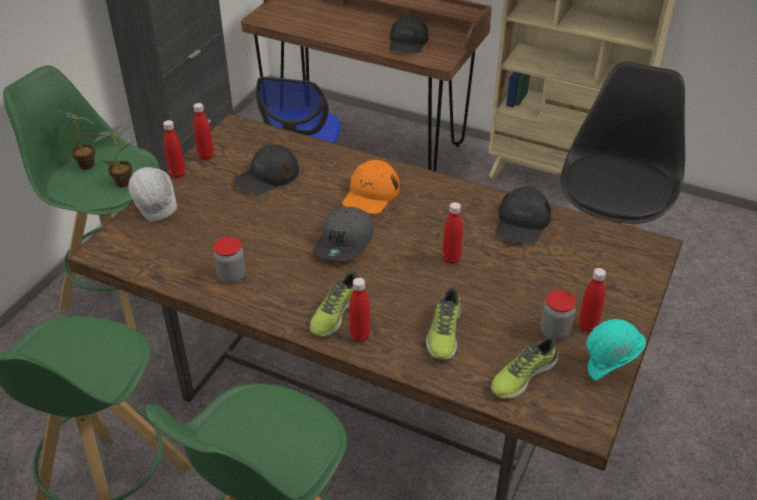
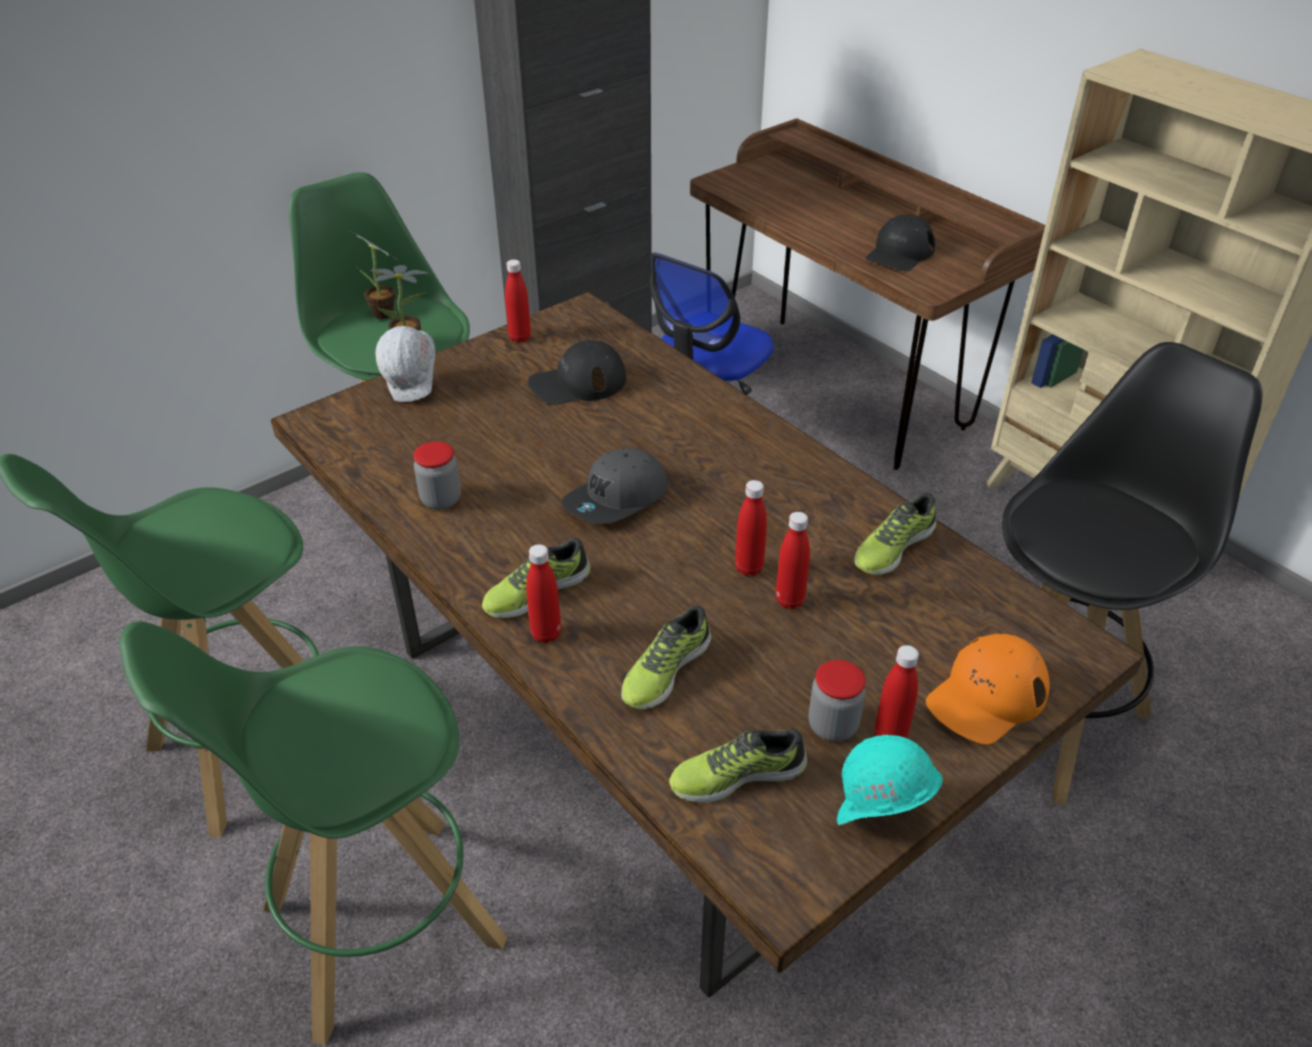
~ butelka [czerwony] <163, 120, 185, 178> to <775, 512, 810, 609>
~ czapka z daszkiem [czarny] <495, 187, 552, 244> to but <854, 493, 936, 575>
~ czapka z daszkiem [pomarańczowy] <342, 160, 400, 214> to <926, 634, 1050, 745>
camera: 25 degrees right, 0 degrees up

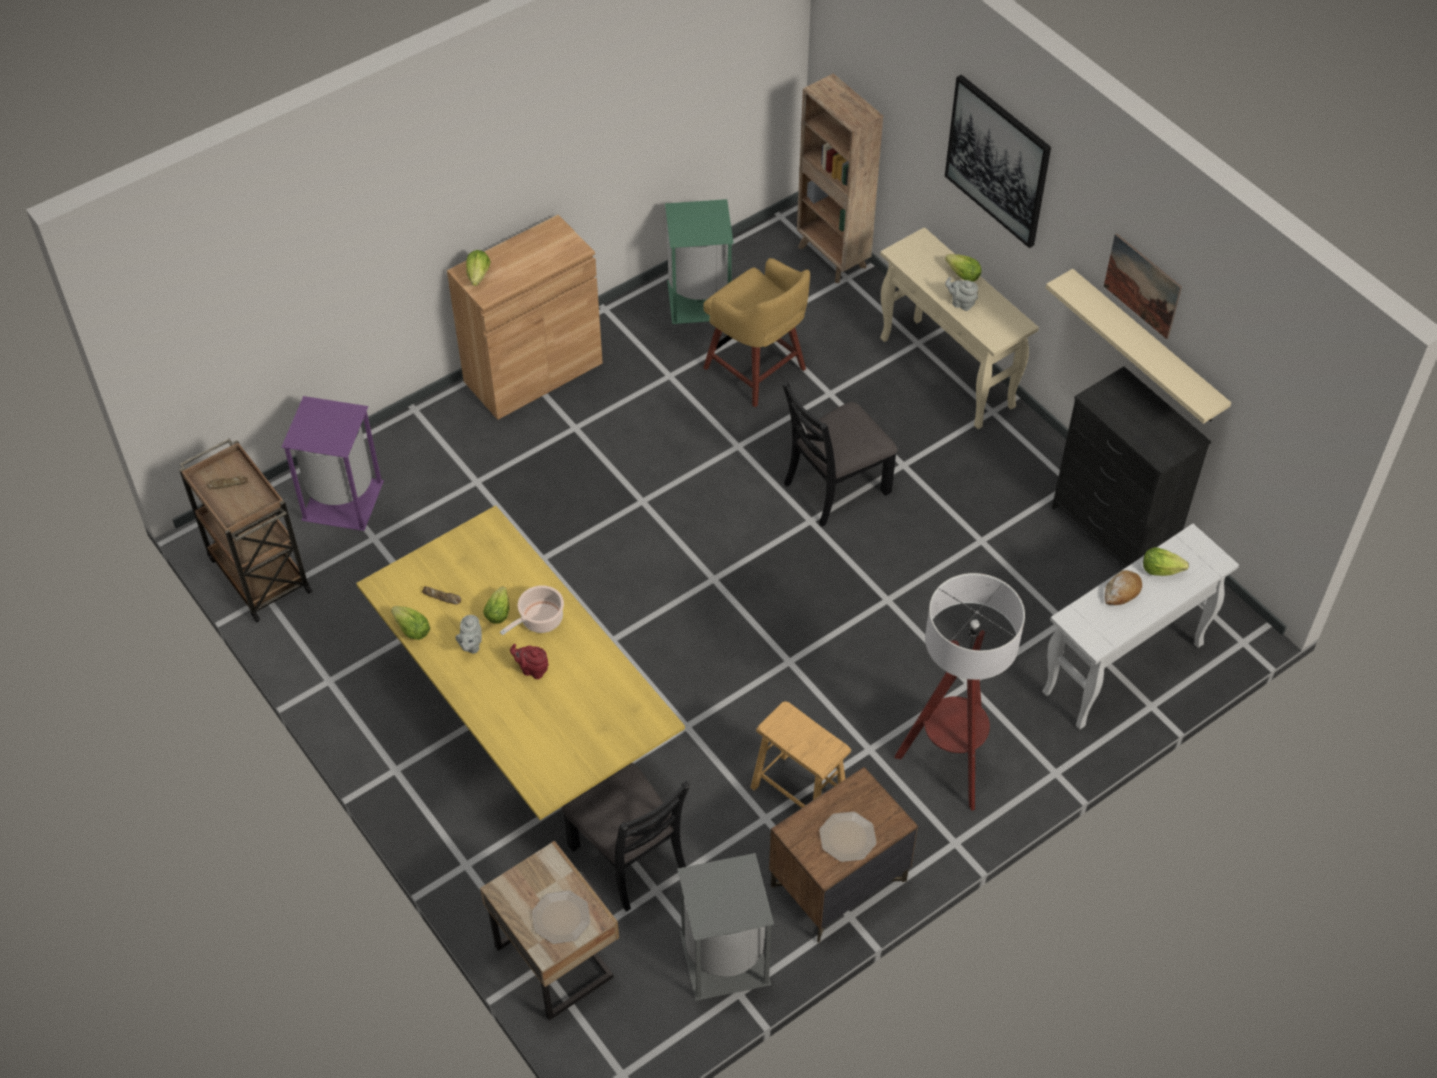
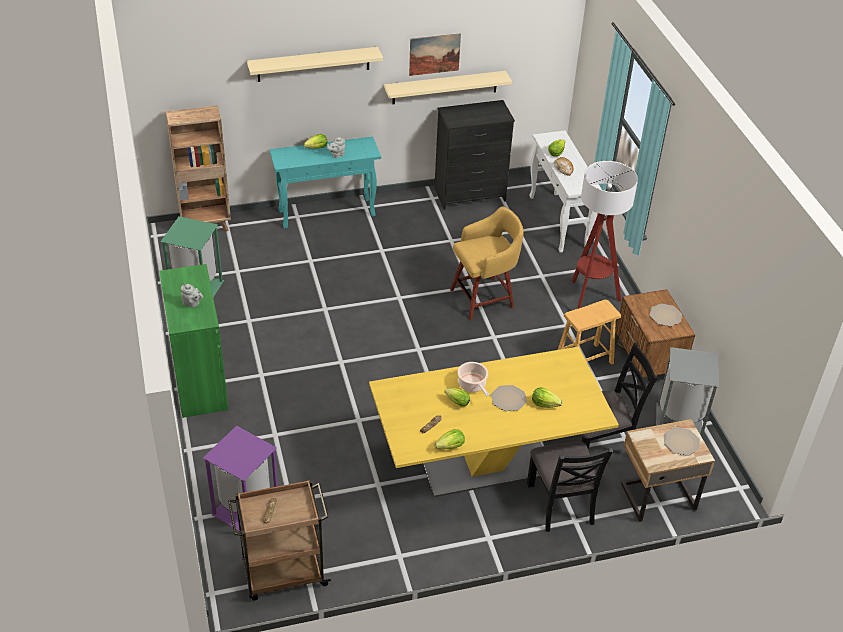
~ szafka [brązowy] <447, 215, 603, 420> to szafka [zielony] <159, 264, 229, 418>
~ imbryk [szary] <455, 615, 482, 654> to <181, 283, 203, 308>
~ obraz <945, 74, 1051, 248> to półka [beżowy] <247, 47, 383, 82>
~ stolik konsolowy [beżowy] <880, 227, 1039, 429> to stolik konsolowy [turkusowy] <269, 137, 381, 229>
~ stołek [żółty] <703, 258, 810, 407> to <450, 207, 523, 320>
~ imbryk [czerwony] <510, 644, 548, 679> to talerz <491, 385, 527, 411>
~ krzesło [czarny] <782, 381, 898, 527> to <527, 442, 613, 532>
~ sałata <466, 250, 491, 286> to <532, 387, 562, 408>
camera: 70 degrees left, 10 degrees down

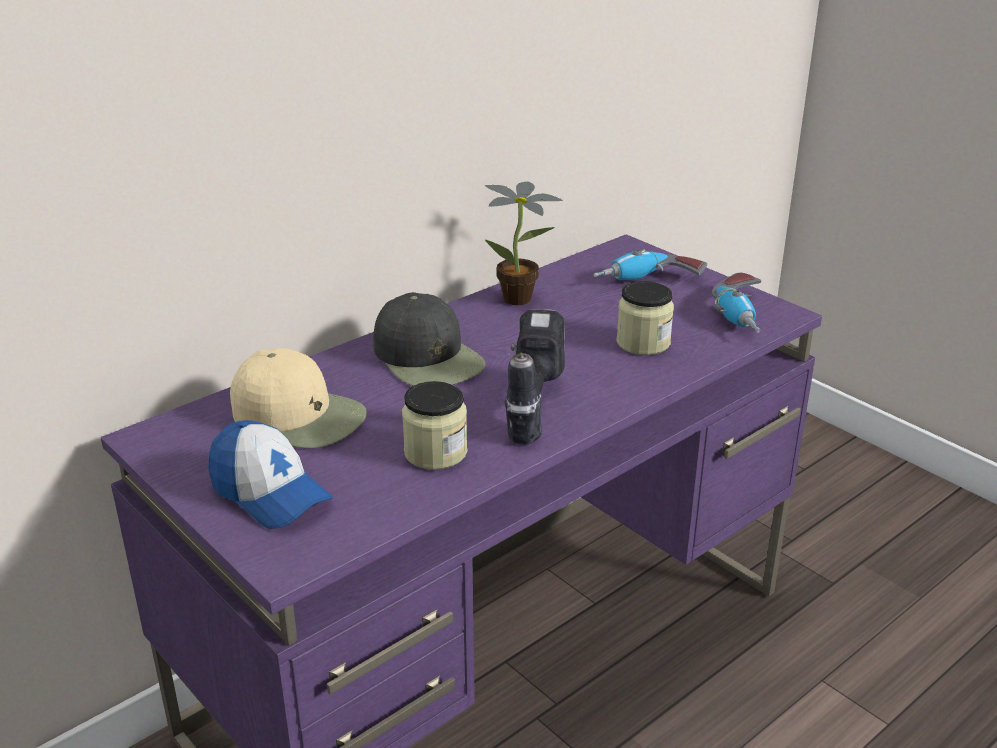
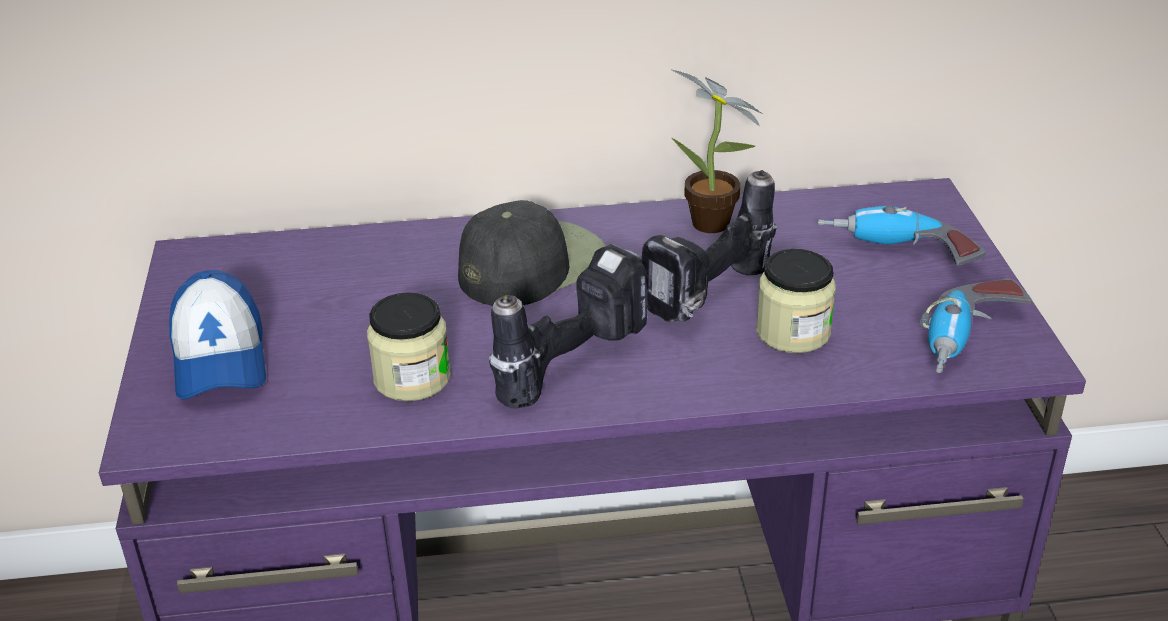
~ czapka z daszkiem [czarny] <373, 292, 486, 386> = <458, 200, 606, 306> 135 degrees counterclockwise
+ wiertarka <641, 170, 777, 323>
- czapka z daszkiem [beżowy] <230, 348, 367, 448>
camera: 35 degrees right, 5 degrees up

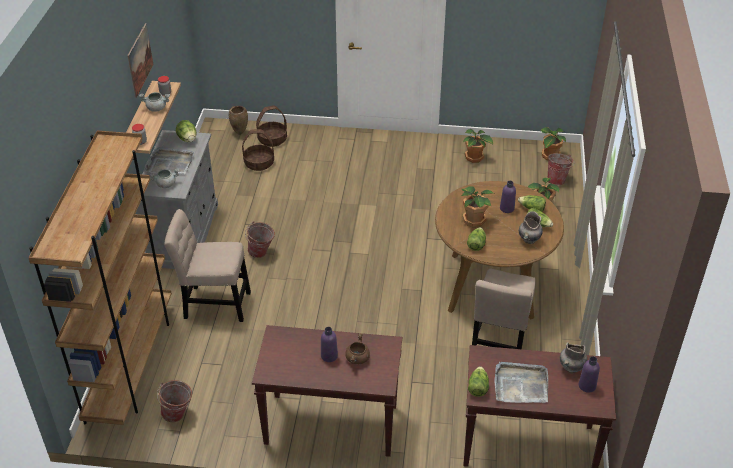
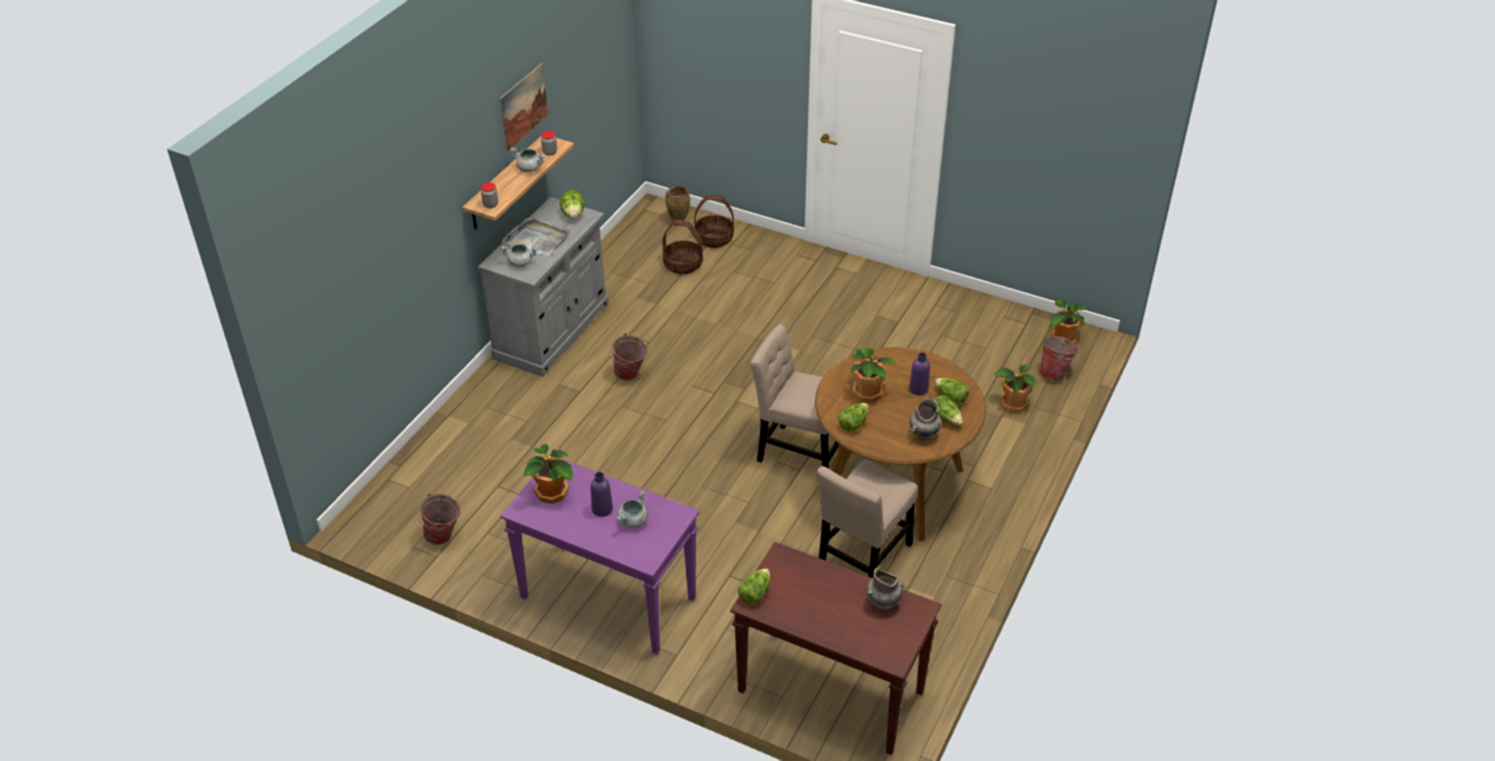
~ stolik konsolowy [brązowy] <252, 325, 402, 457> to stolik konsolowy [fioletowy] <500, 459, 700, 654>
~ roślina doniczkowa <463, 129, 493, 163> to <524, 444, 573, 504>
~ garnek [brązowy] <345, 333, 370, 364> to garnek [szary] <615, 490, 648, 528>
~ krzesło [beżowy] <164, 209, 251, 322> to <750, 324, 839, 469>
- regał [brązowy] <28, 131, 172, 425>
- taca [szary] <494, 362, 548, 403>
- butelka [fioletowy] <579, 356, 600, 393>
camera: 20 degrees right, 0 degrees up

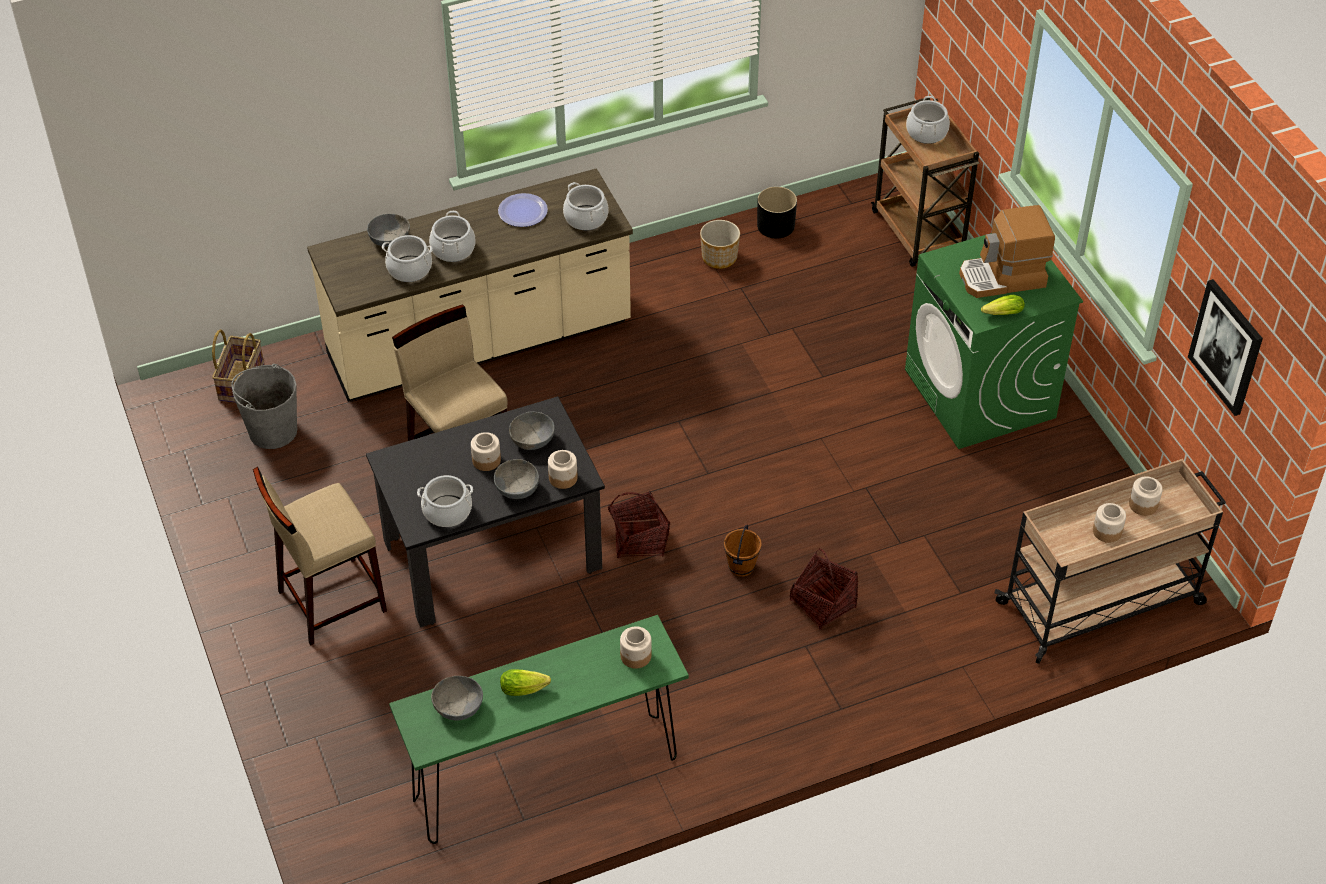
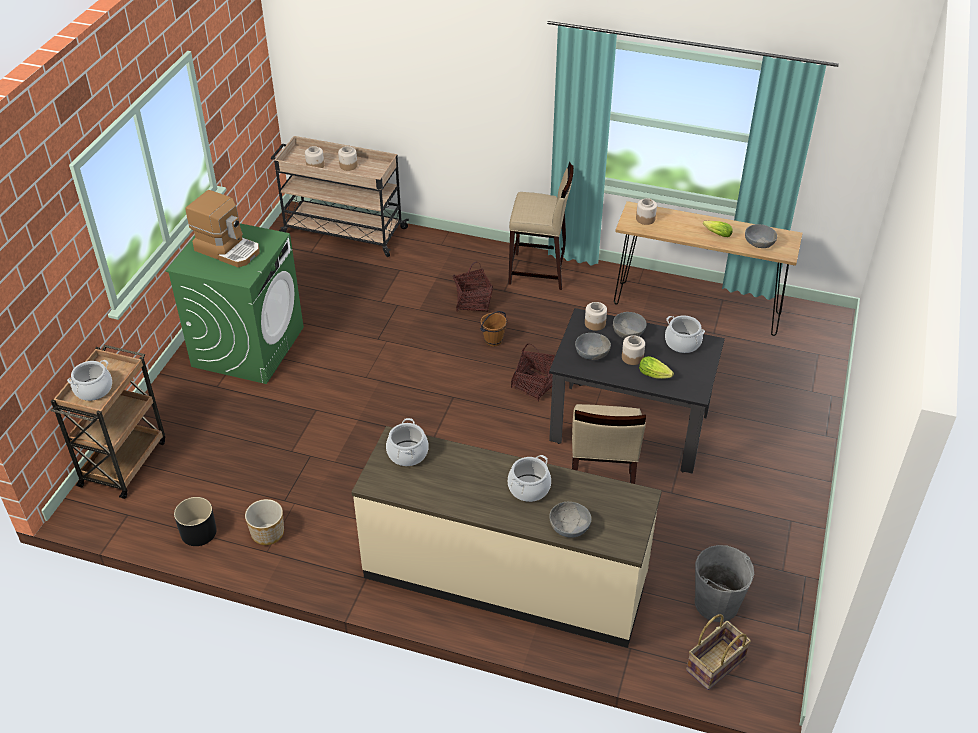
~ stołek [beżowy] <253, 467, 387, 646> to <508, 162, 574, 290>
~ stolik konsolowy [zielony] <389, 615, 689, 844> to stolik konsolowy [brązowy] <614, 201, 803, 336>
~ sałata <981, 295, 1025, 315> to <639, 356, 674, 379>
- garnek <382, 235, 433, 282>
- talerz <498, 193, 548, 227>
- obraz <1188, 279, 1263, 416>
camera: 140 degrees left, 5 degrees down

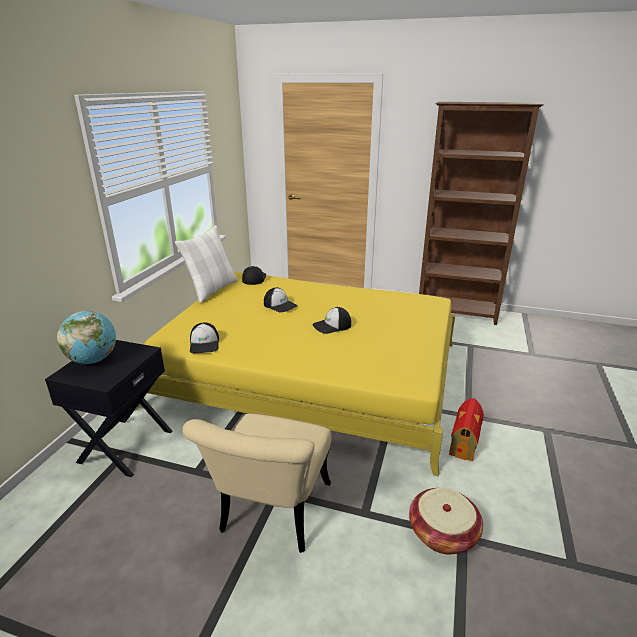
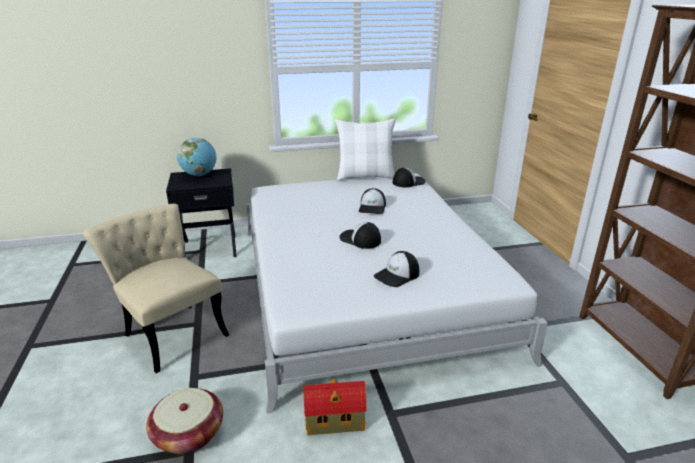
~ krzesło [beżowy] <182, 413, 331, 553> = <83, 204, 229, 373> 60 degrees clockwise
~ łóżko [żółty] <134, 272, 455, 476> to łóżko [biały] <246, 173, 548, 413>
~ czapka z daszkiem <190, 323, 219, 353> to <374, 251, 419, 287>
camera: 60 degrees right, 0 degrees up

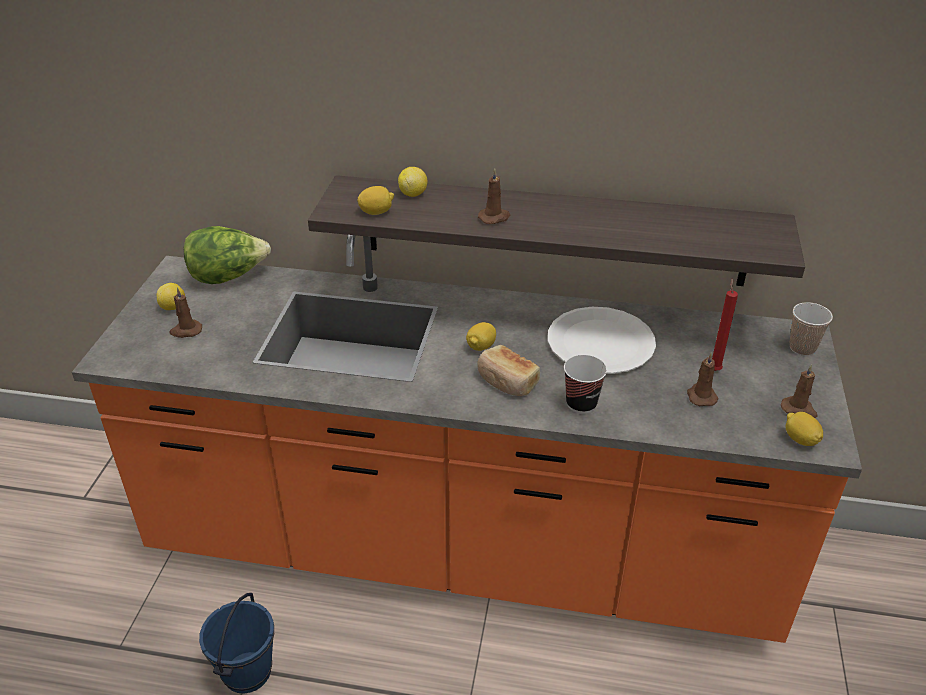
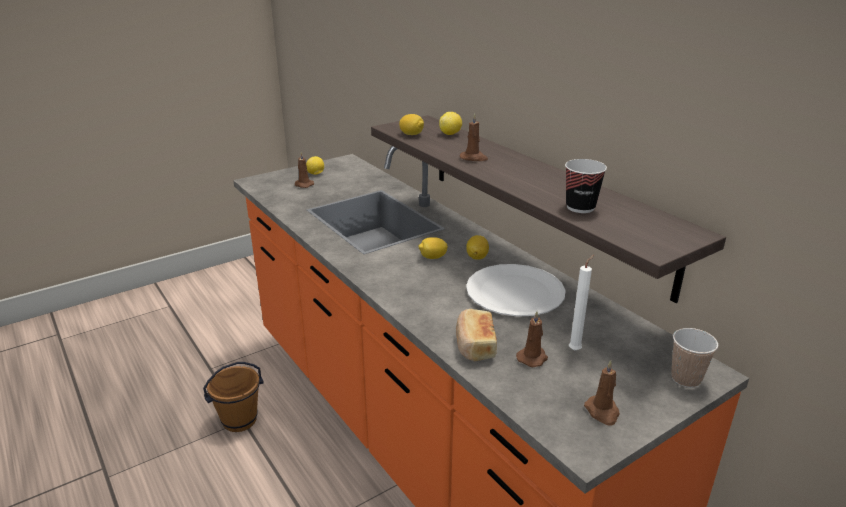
~ wiadro [niebieski] <199, 593, 274, 694> to wiadro [brązowy] <203, 362, 264, 432>
~ chleb <477, 345, 540, 396> to <456, 309, 497, 361>
~ cytryna <786, 412, 823, 446> to <466, 235, 489, 260>
~ filiżanka <564, 355, 607, 414> to <565, 159, 607, 213>
~ świeca [czerwony] <712, 278, 738, 371> to świeca [biały] <569, 254, 594, 350>
- sałata <184, 226, 271, 284>
camera: 45 degrees right, 10 degrees down

